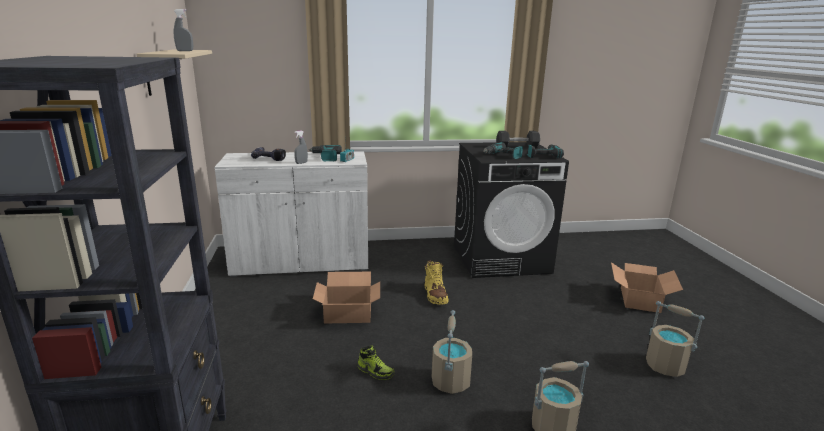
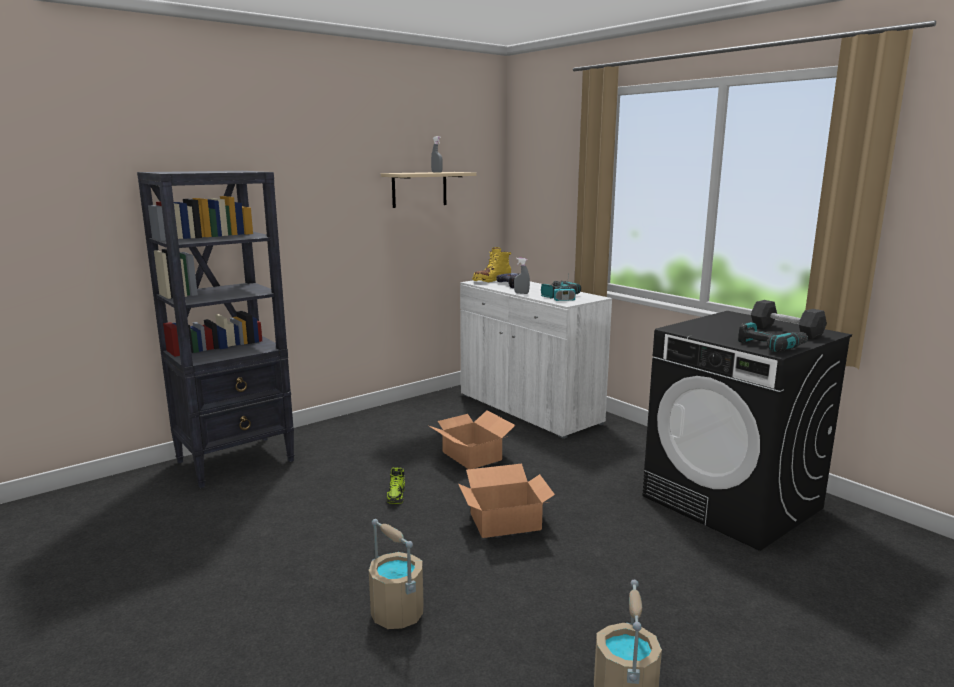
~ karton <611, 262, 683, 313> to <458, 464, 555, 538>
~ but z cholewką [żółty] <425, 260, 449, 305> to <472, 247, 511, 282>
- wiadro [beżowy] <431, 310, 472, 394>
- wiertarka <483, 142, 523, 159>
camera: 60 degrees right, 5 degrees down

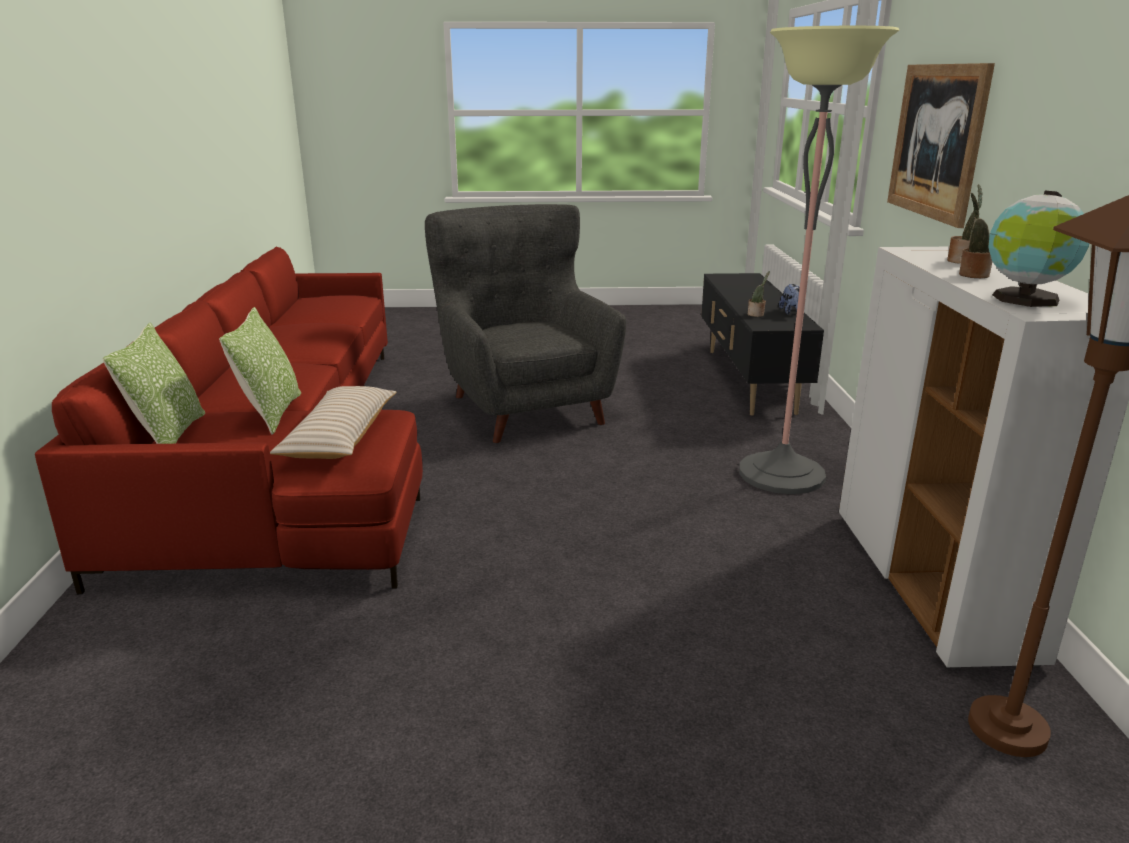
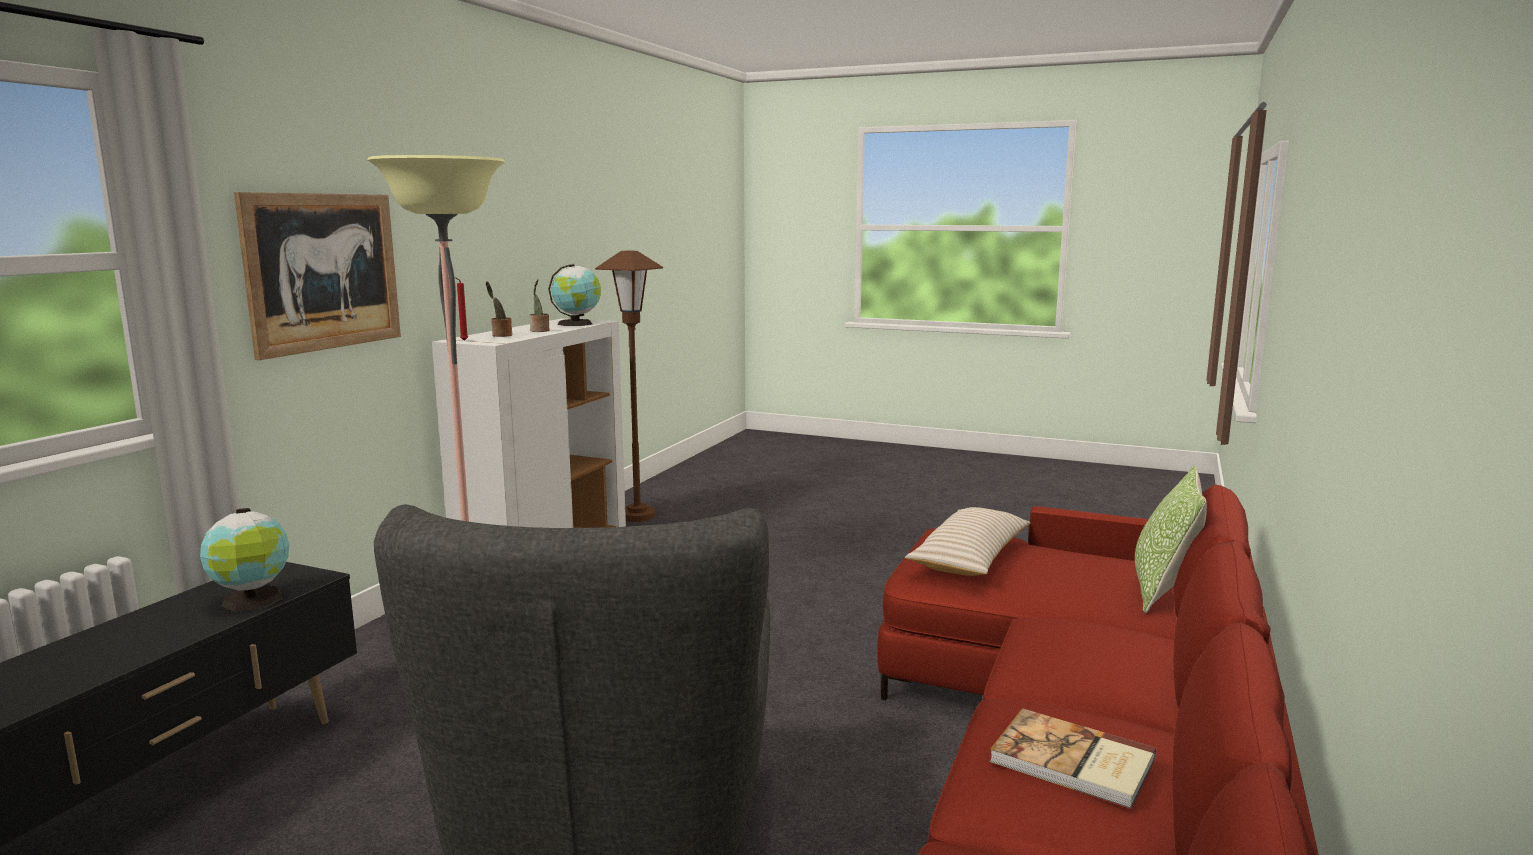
~ roślina doniczkowa <748, 271, 770, 317> to globus <200, 508, 289, 612>
+ świeca [czerwony] <455, 277, 468, 341>
+ książka <989, 708, 1156, 809>
- poduszka <219, 307, 301, 435>
- pluszak <779, 284, 800, 314>
camera: 155 degrees left, 10 degrees down

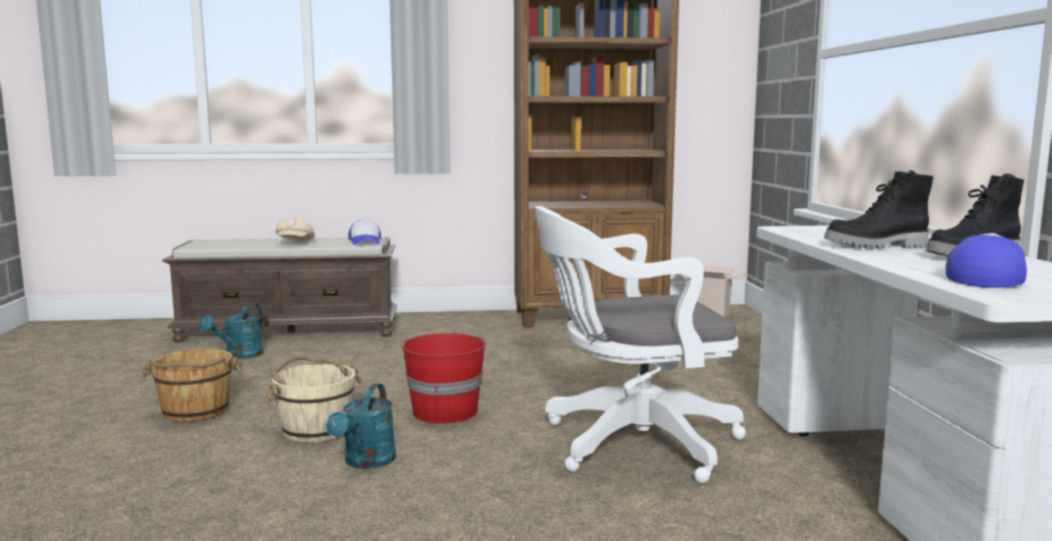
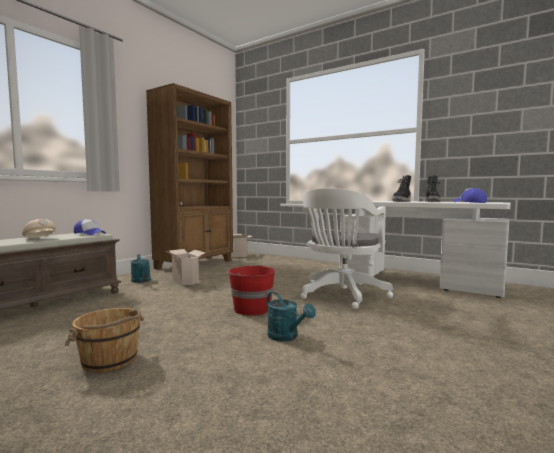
~ konewka [turkusowy] <200, 303, 264, 359> to <131, 254, 151, 283>
+ karton <166, 249, 205, 286>
- wiadro [beżowy] <264, 356, 363, 443>
camera: 50 degrees left, 5 degrees down

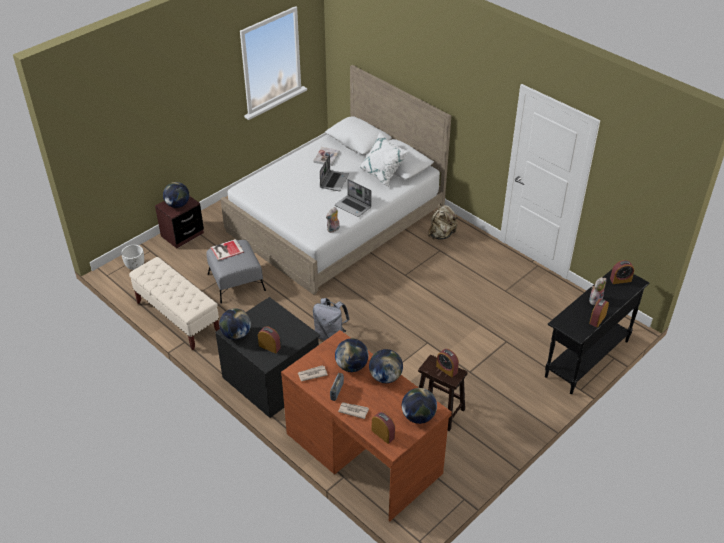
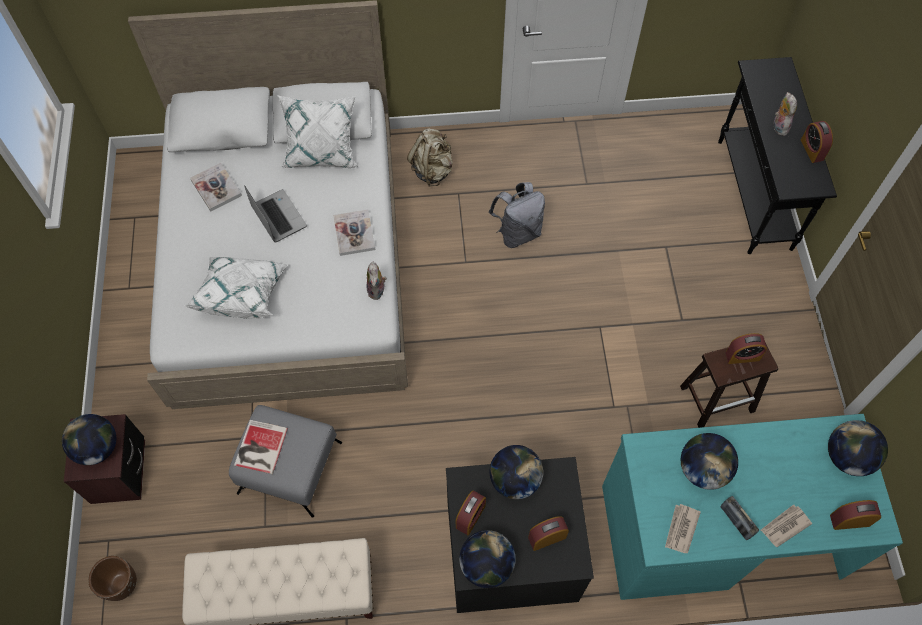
~ donica [biały] <121, 245, 144, 270> to donica [brązowy] <88, 556, 137, 601>
+ poduszka [biały] <184, 257, 288, 319>
~ laptop <335, 179, 372, 217> to książka <333, 210, 376, 256>
~ budzik <610, 260, 634, 284> to <456, 491, 486, 535>
~ plecak [szary] <313, 298, 349, 341> to <489, 182, 545, 248>
~ globus <369, 349, 403, 383> to <490, 445, 543, 499>
~ biurko [brązowy] <281, 330, 452, 521> to biurko [turkusowy] <602, 414, 903, 600>
camera: 50 degrees left, 20 degrees up

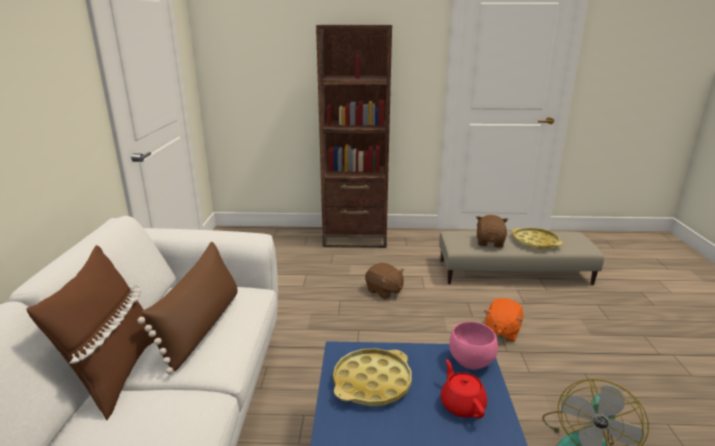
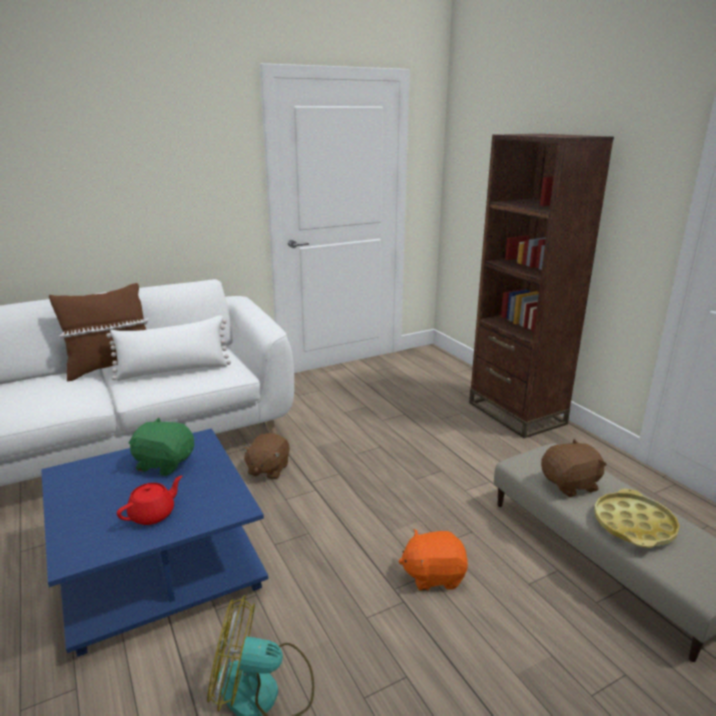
~ poduszka [brązowy] <137, 242, 238, 374> to poduszka [biały] <106, 315, 231, 381>
~ taca [żółty] <333, 348, 411, 406> to pluszak [zielony] <129, 418, 194, 476>
~ pluszak [brązowy] <365, 263, 404, 299> to <242, 433, 290, 480>
- miska [różowy] <449, 322, 498, 369>
camera: 60 degrees right, 0 degrees up

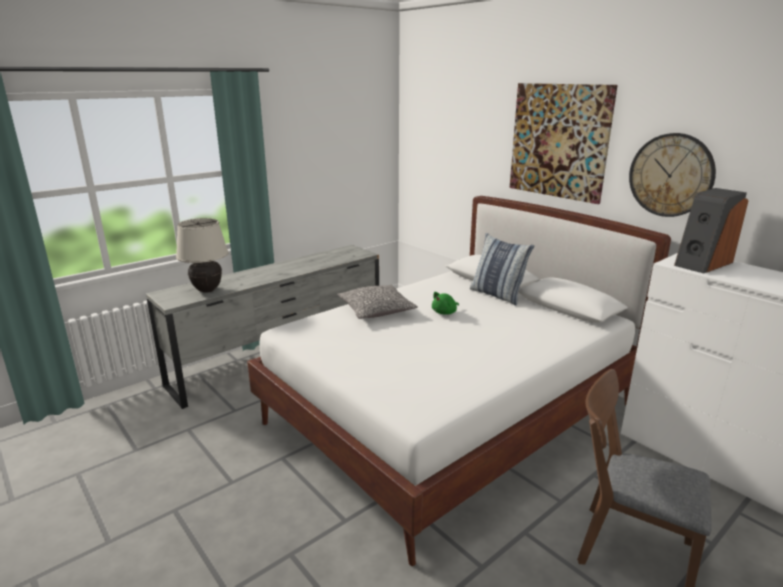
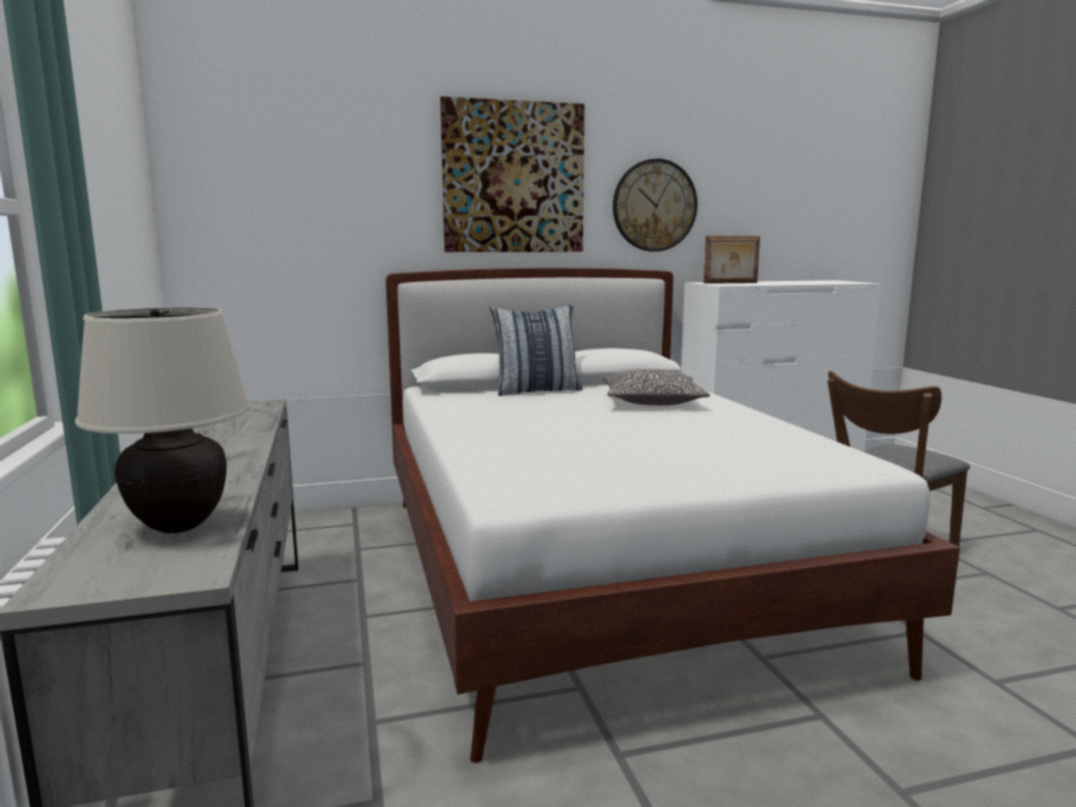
~ poduszka <337, 285, 418, 319> to <602, 369, 710, 405>
~ głośnik <674, 188, 748, 274> to ramka na zdjęcie <703, 236, 760, 284>
- pluszak [zielony] <432, 292, 459, 315>
camera: 65 degrees left, 10 degrees down

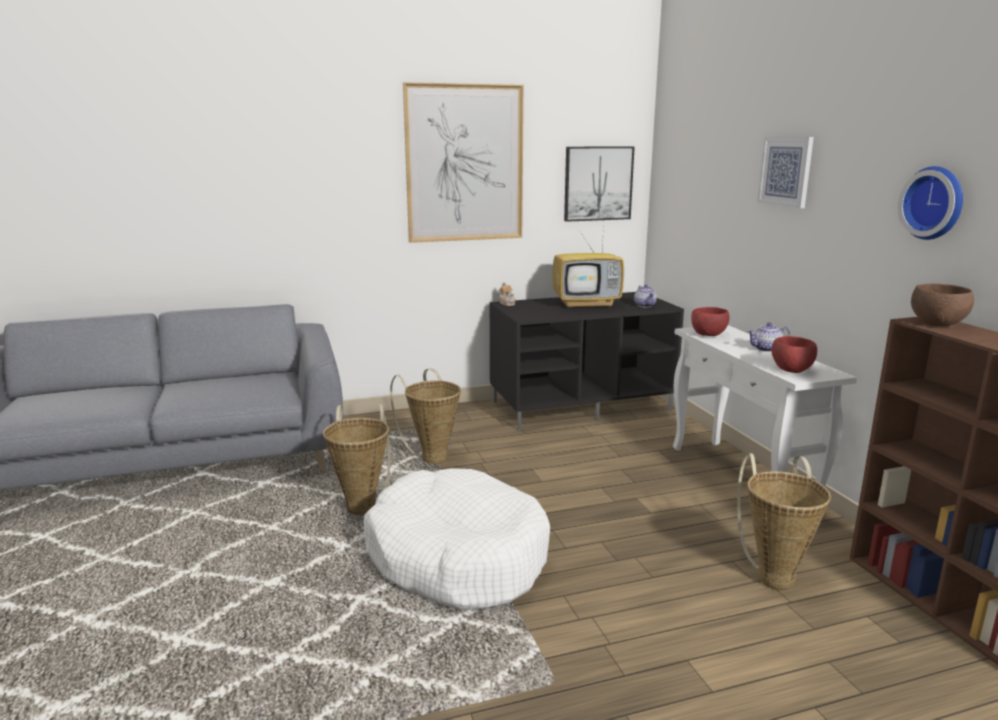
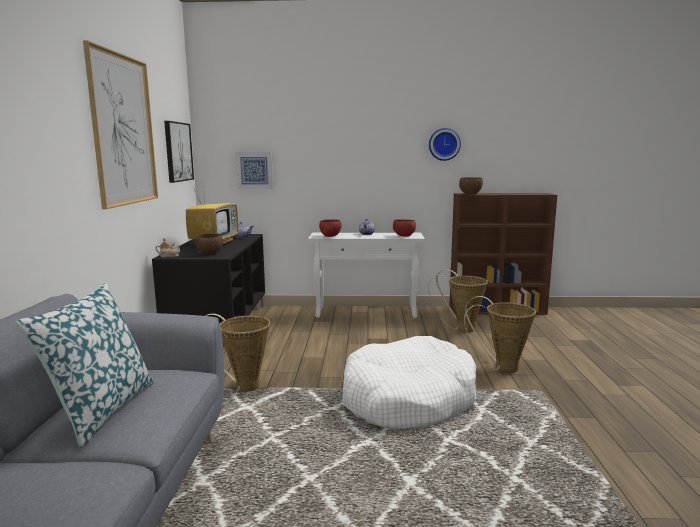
+ poduszka <15, 282, 155, 448>
+ miska [brązowy] <195, 234, 223, 255>
~ obraz <757, 137, 814, 208> to <235, 152, 273, 189>
~ koszyk <323, 404, 390, 515> to <464, 296, 536, 373>
camera: 70 degrees left, 5 degrees down

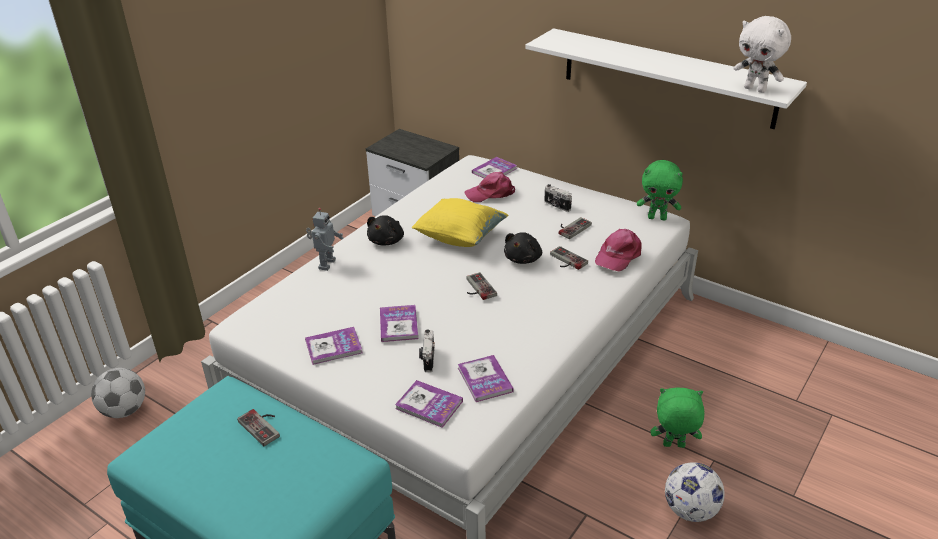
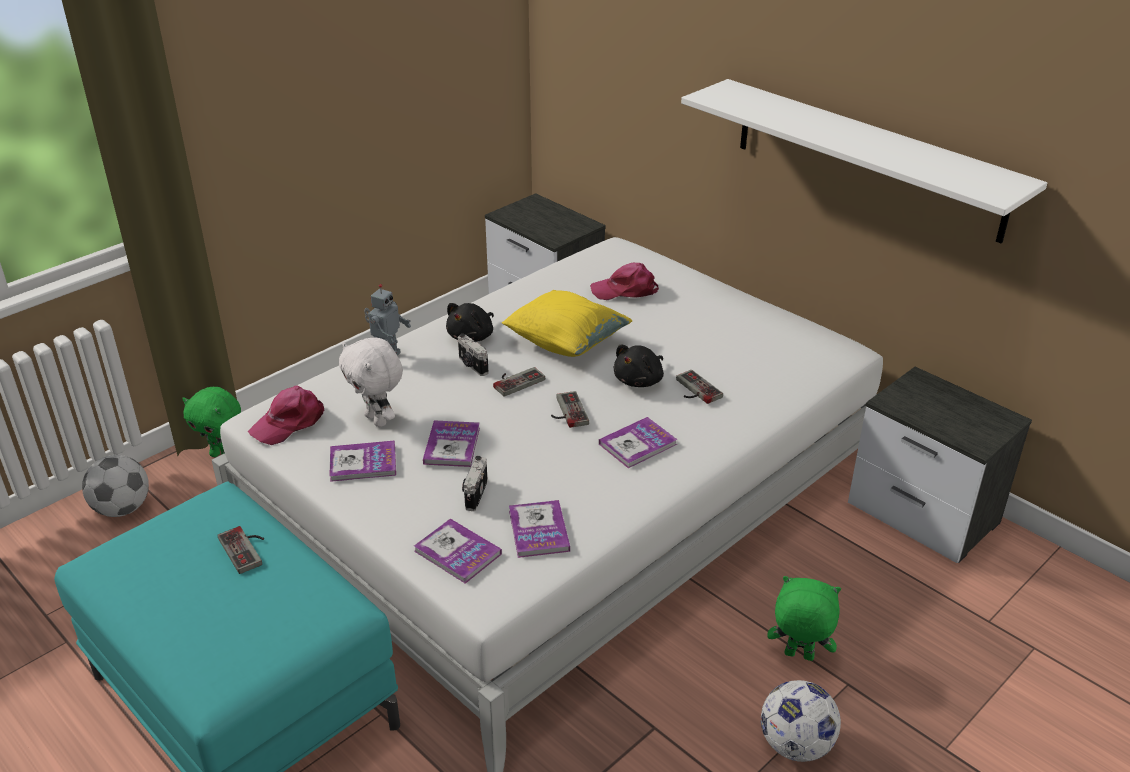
~ pluszak [zielony] <637, 160, 683, 220> to <182, 387, 241, 457>
~ czapka z daszkiem [różowy] <595, 229, 642, 272> to <248, 386, 324, 445>
~ pluszak [biały] <734, 16, 791, 93> to <339, 337, 403, 427>
~ aparat fotograficzny <544, 184, 572, 212> to <458, 334, 489, 376>
~ pad do gier <559, 217, 592, 239> to <493, 367, 545, 397>
~ książka <472, 157, 517, 178> to <599, 417, 678, 468>
+ szafka nocna <848, 367, 1032, 563>
camera: 10 degrees right, 0 degrees up

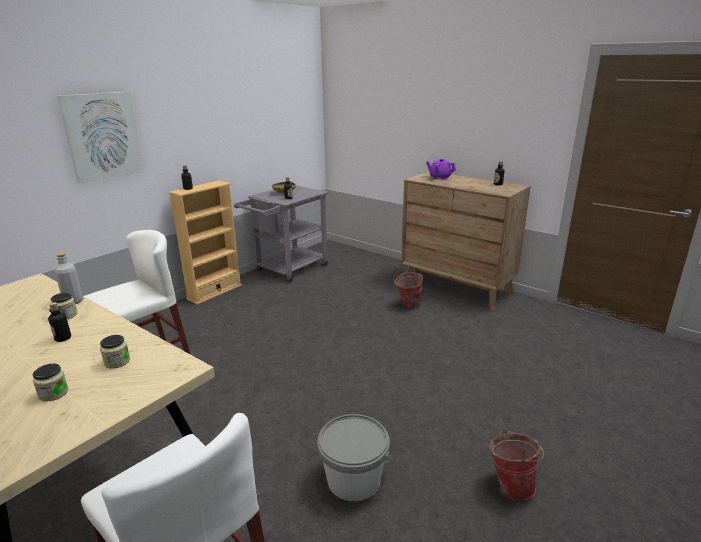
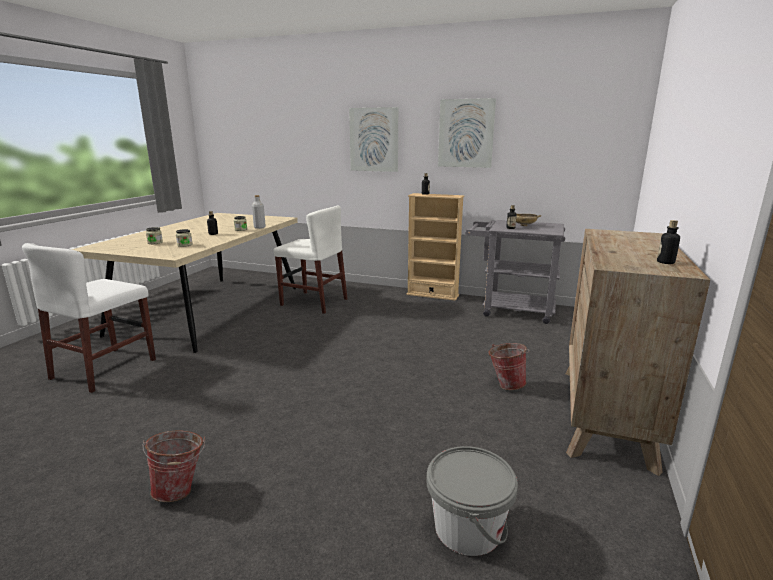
~ wiadro [szary] <317, 414, 394, 501> to <426, 446, 518, 556>
+ obraz <438, 98, 496, 168>
- imbryk [fioletowy] <426, 159, 456, 180>
camera: 70 degrees right, 5 degrees down

